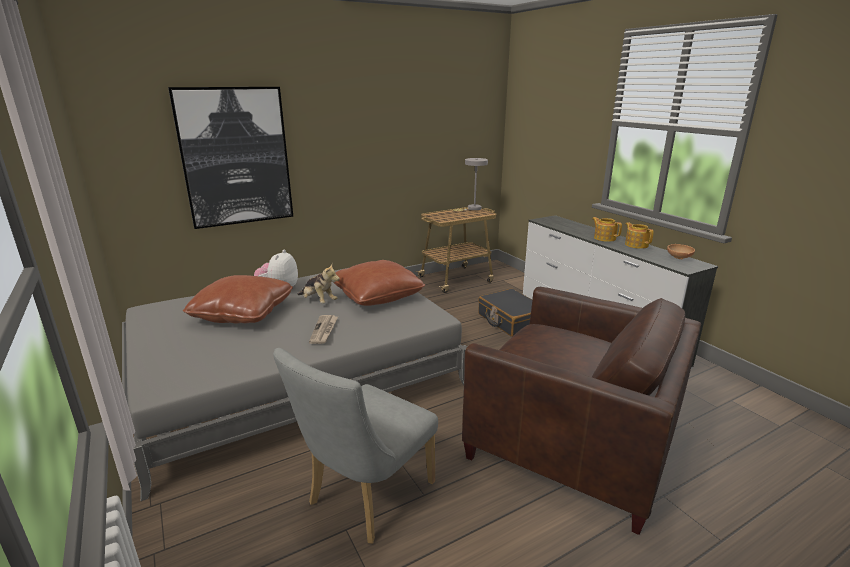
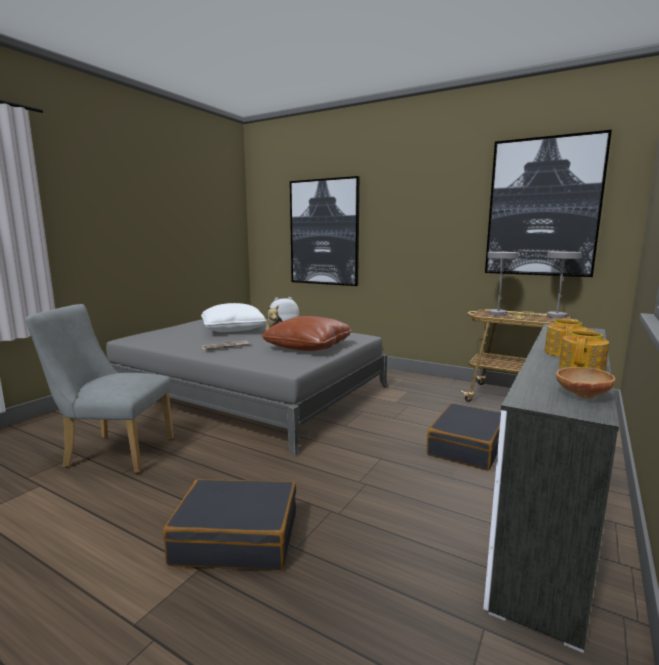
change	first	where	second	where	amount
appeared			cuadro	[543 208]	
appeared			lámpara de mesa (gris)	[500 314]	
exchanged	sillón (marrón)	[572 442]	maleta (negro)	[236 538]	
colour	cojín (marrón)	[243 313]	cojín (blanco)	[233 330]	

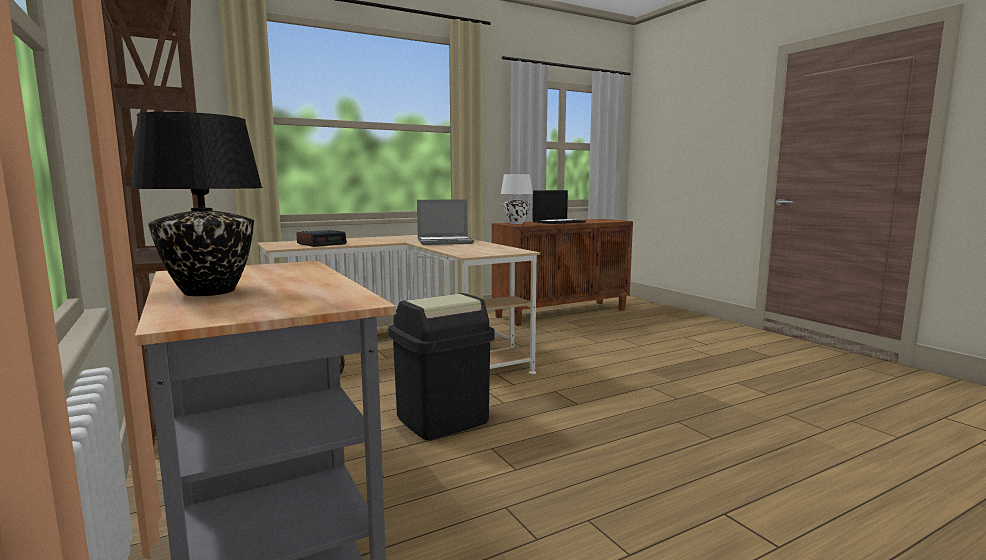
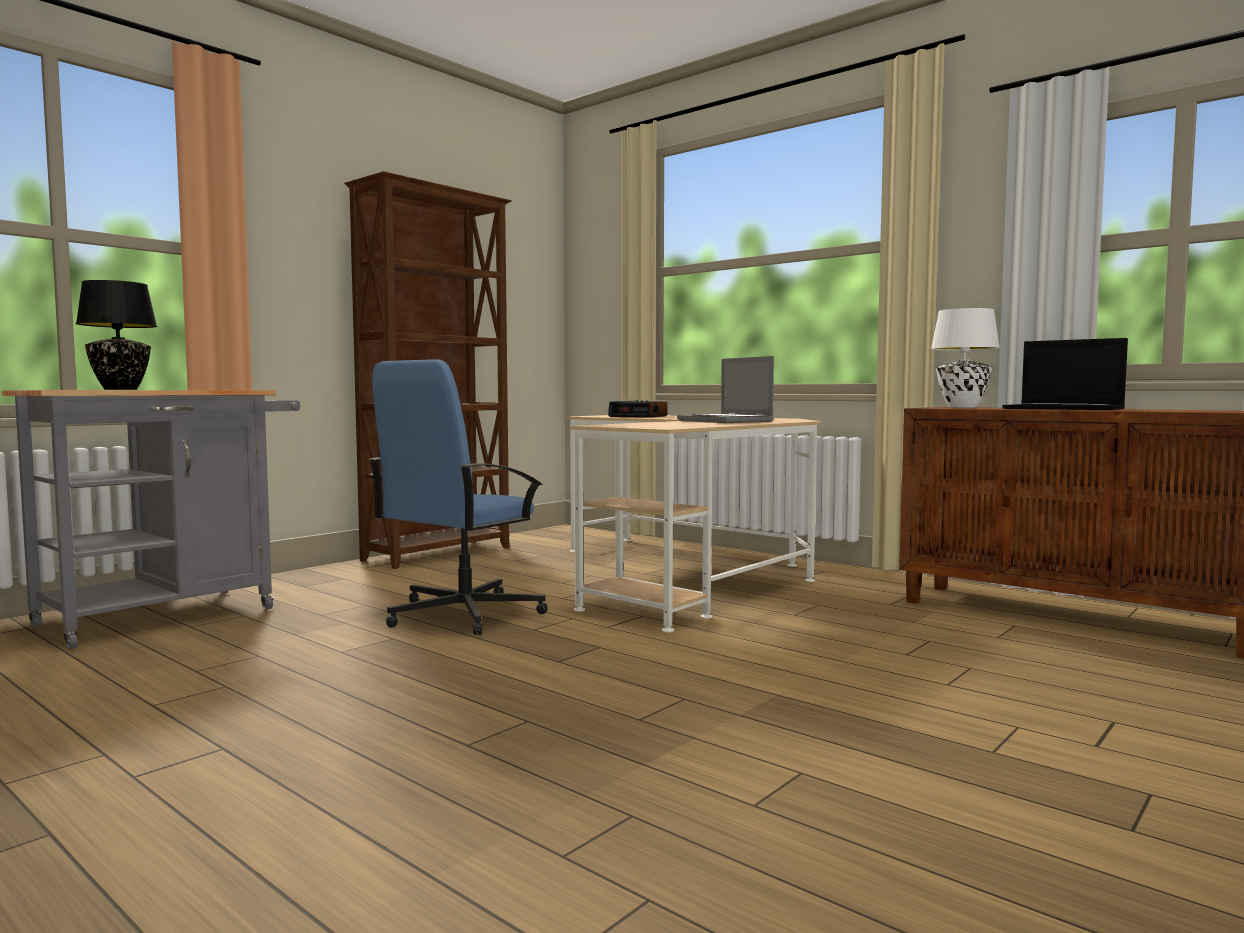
change	first	where	second	where	amount
exchanged	papelera (negro)	[442 420]	silla de oficina (azul)	[462 614]	

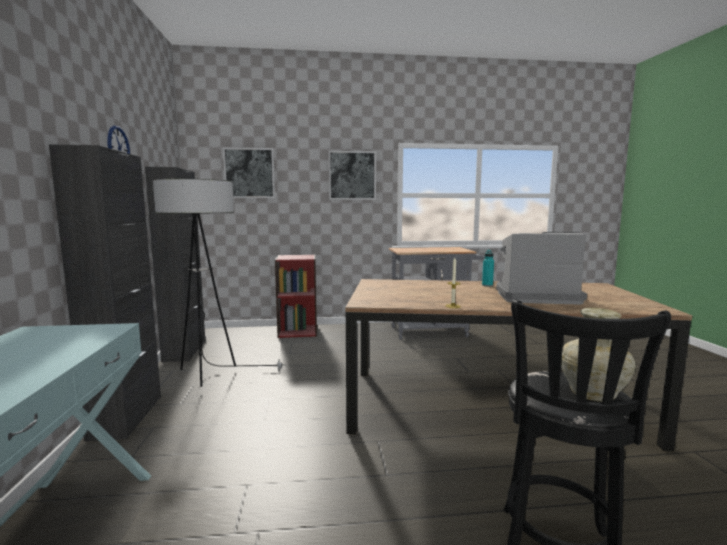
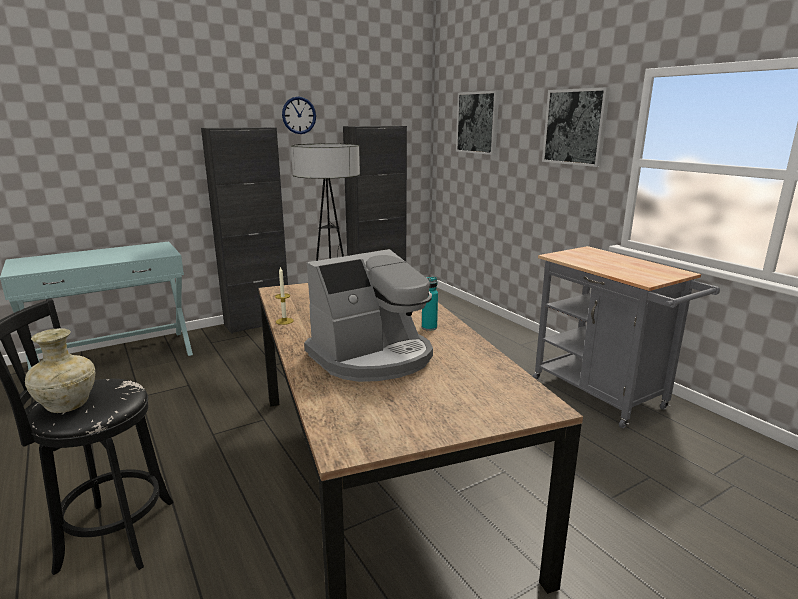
change	first	where	second	where	amount
missing	estantería (rojo)	[298 331]			
spun	cafetera	[535 297]		[372 357]	75 degrees clockwise

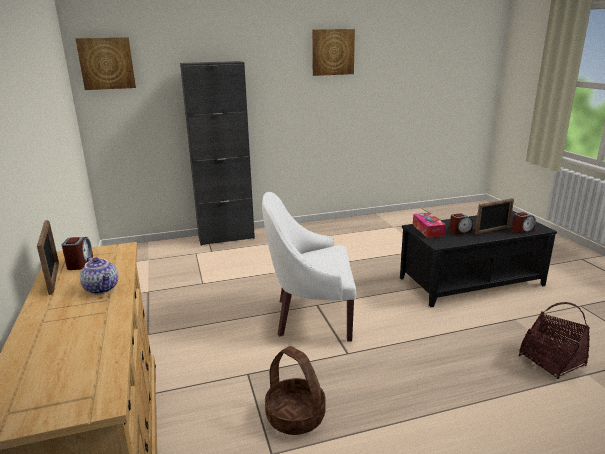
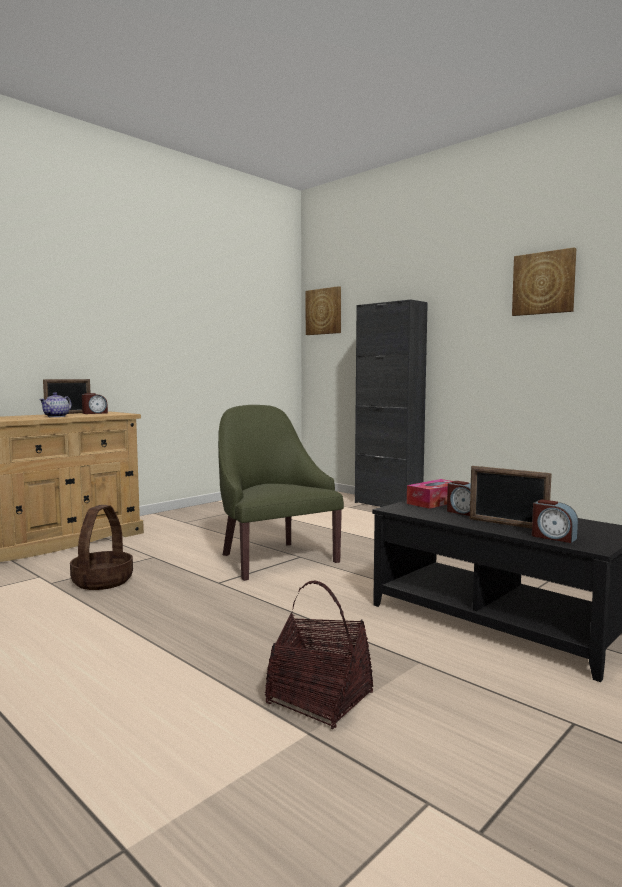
change	first	where	second	where	amount
colour	sillón (blanco)	[311 316]	sillón (verde)	[273 559]	

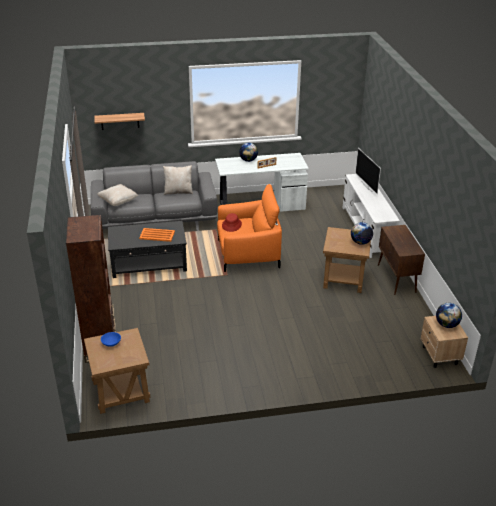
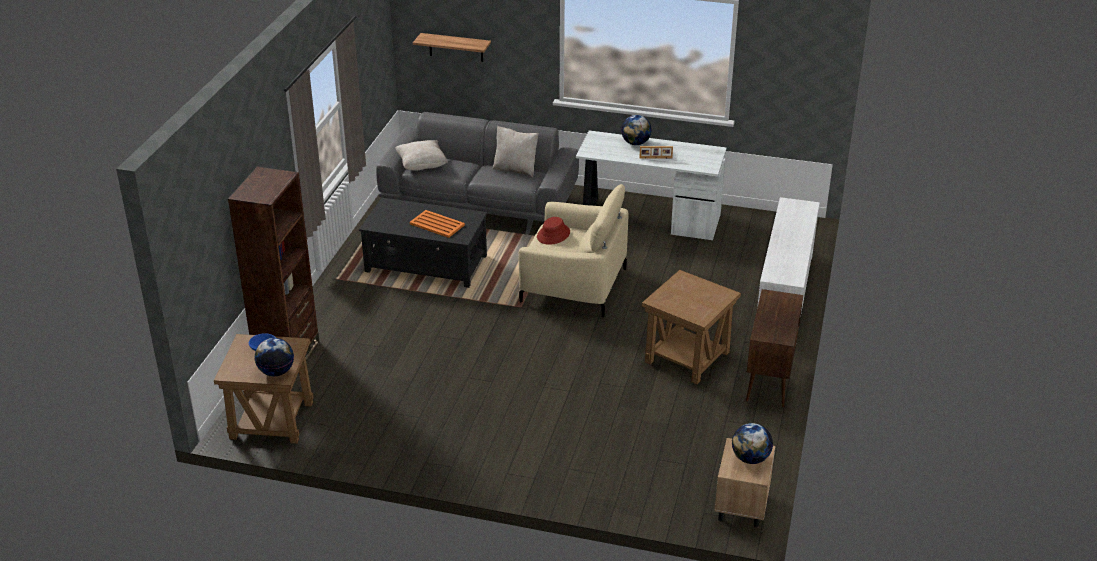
change	first	where	second	where	amount
missing	televisor	[367 186]			
relocated	globo terráqueo	[360 242]		[276 372]	
colour	sillón (naranja)	[248 254]	sillón (beis)	[573 285]	

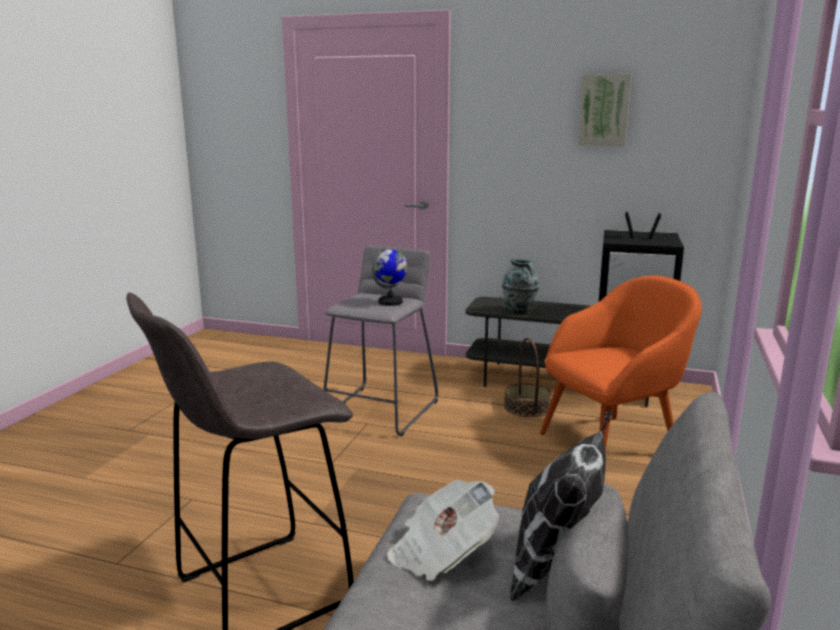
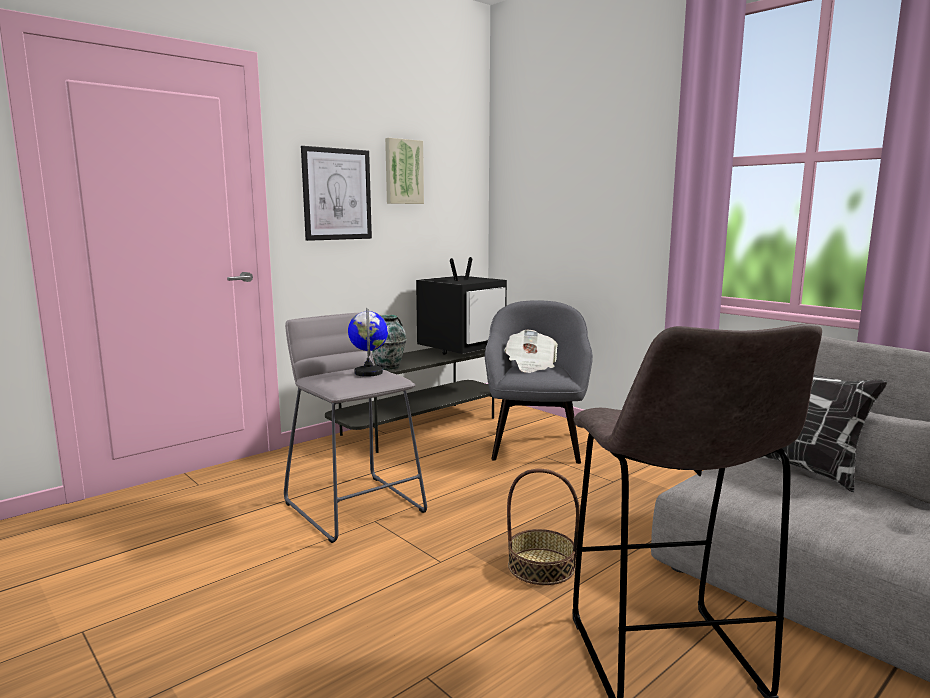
change	first	where	second	where	amount
appeared			cuadro	[337 194]	
relocated	periódico	[441 552]		[531 366]	
relocated	cesta	[527 407]		[541 566]	
colour	sillón (naranja)	[610 444]	sillón (gris)	[535 445]	

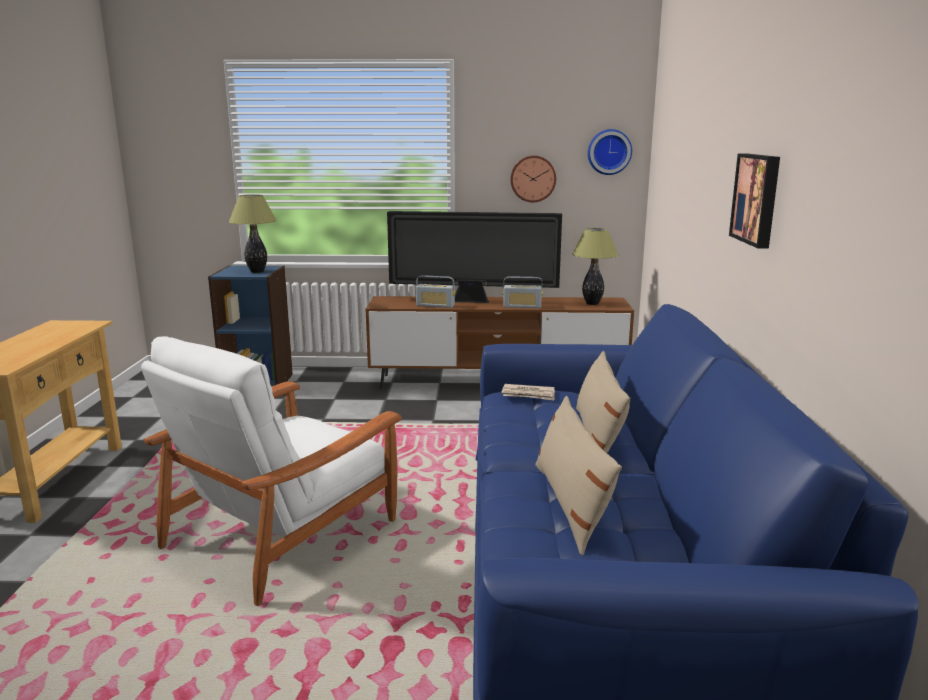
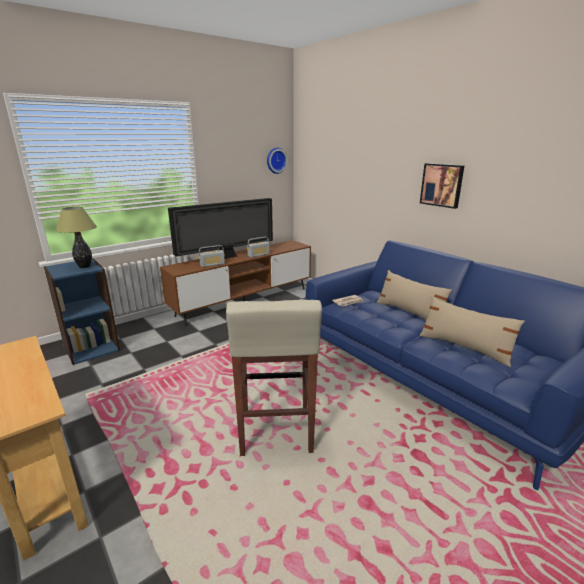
change	first	where	second	where	amount
missing	reloj de pared	[533 178]			
missing	lámpara de mesa	[592 303]			
exchanged	sillón (blanco)	[283 532]	taburete (beis)	[275 431]	

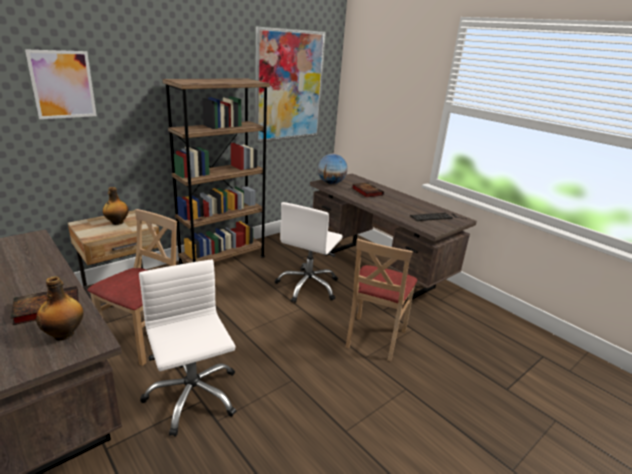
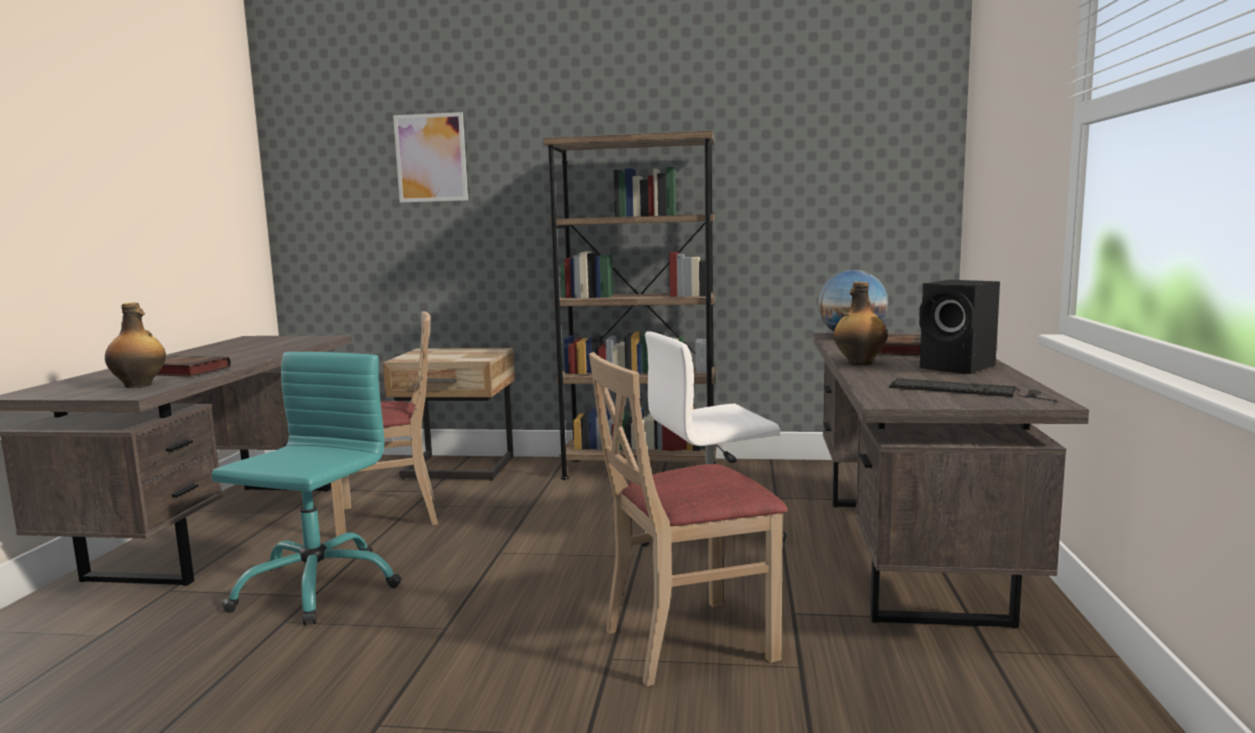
change	first	where	second	where	amount
missing	cuadro	[289 86]			
appeared			altavoz (negro)	[959 368]	
relocated	botella	[117 222]		[859 363]	
colour	silla de oficina (blanco)	[192 396]	silla de oficina (turquesa)	[316 587]	

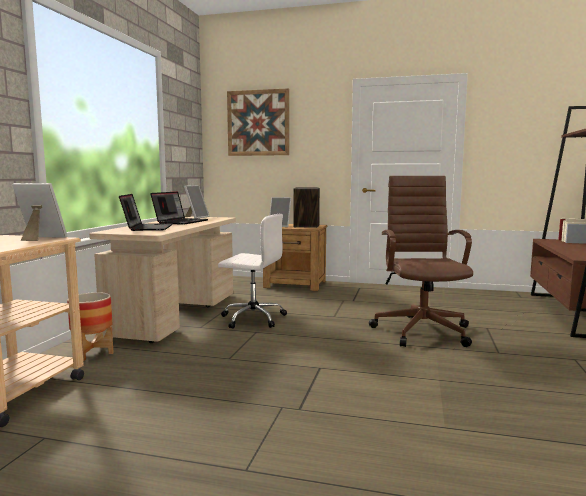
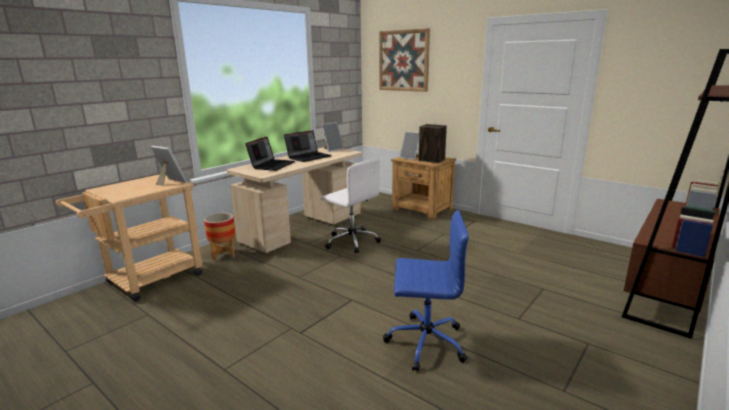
change	first	where	second	where	amount
missing	silla de oficina (marrón)	[421 330]			
appeared			silla de oficina (azul)	[424 342]	

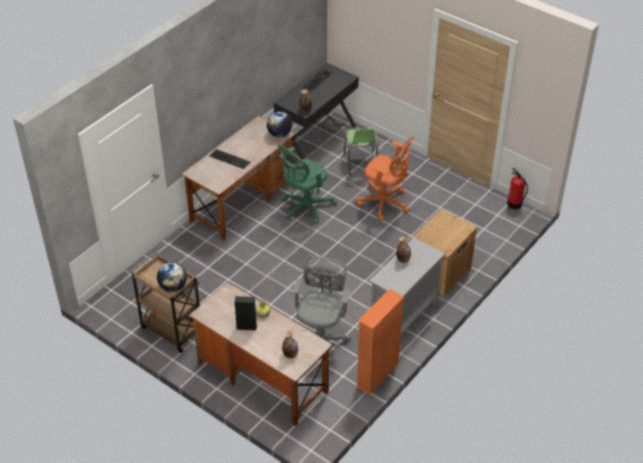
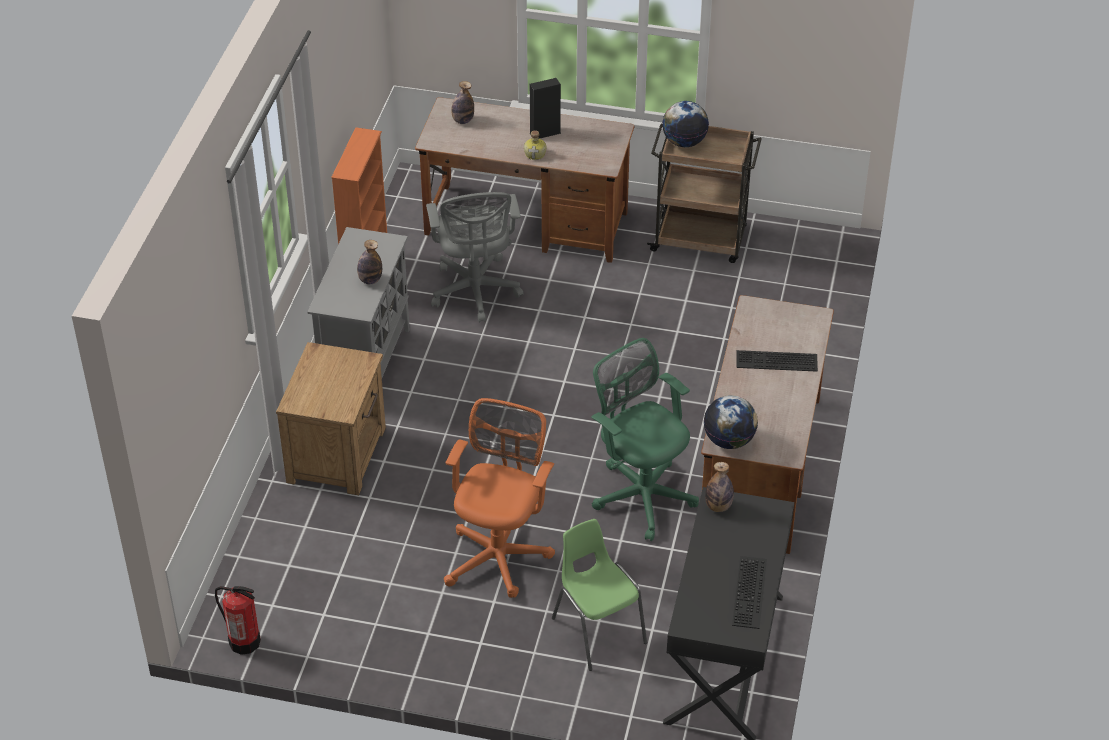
change	first	where	second	where	amount
spun	silla de oficina (verde)	[305 208]		[641 493]	60 degrees counterclockwise
spun	silla de oficina (naranja)	[385 203]		[499 554]	105 degrees clockwise

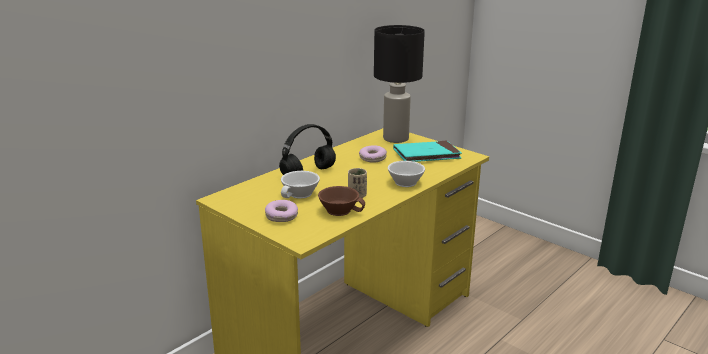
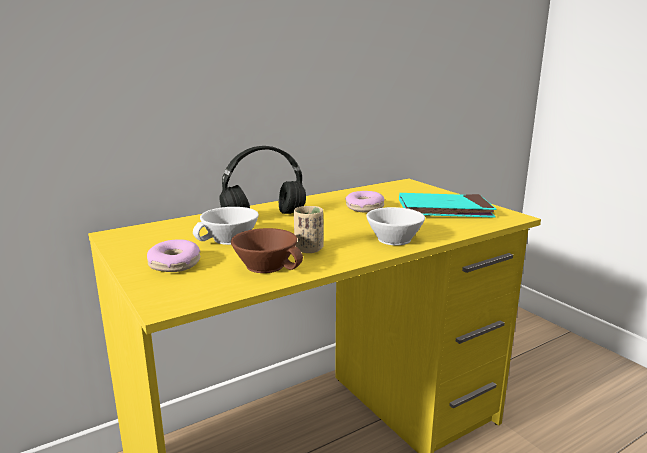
change	first	where	second	where	amount
missing	lámpara de mesa (negro)	[395 138]			

